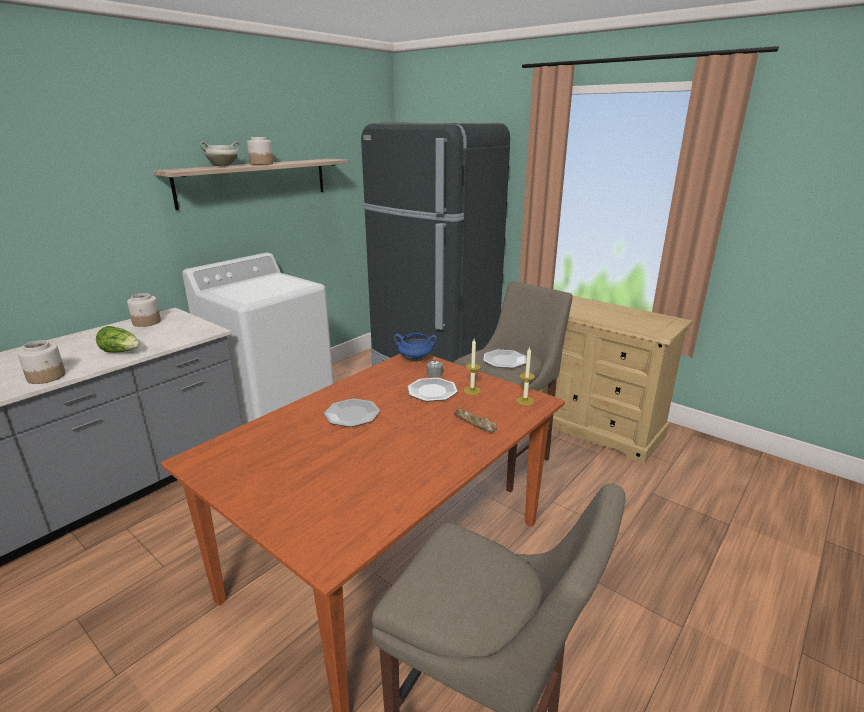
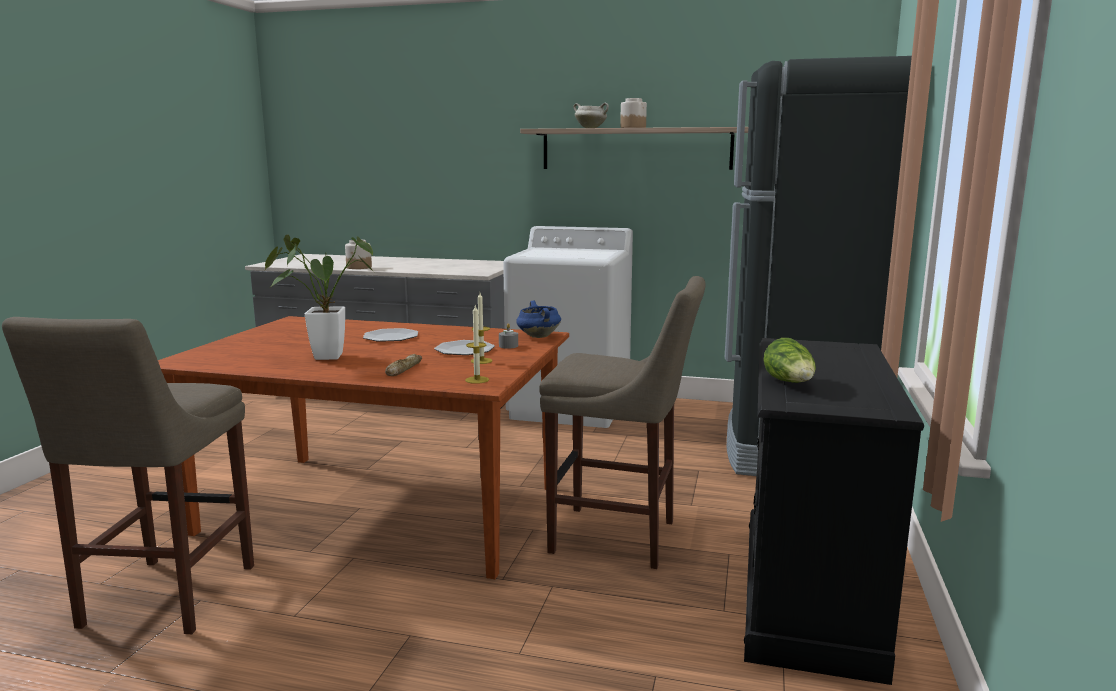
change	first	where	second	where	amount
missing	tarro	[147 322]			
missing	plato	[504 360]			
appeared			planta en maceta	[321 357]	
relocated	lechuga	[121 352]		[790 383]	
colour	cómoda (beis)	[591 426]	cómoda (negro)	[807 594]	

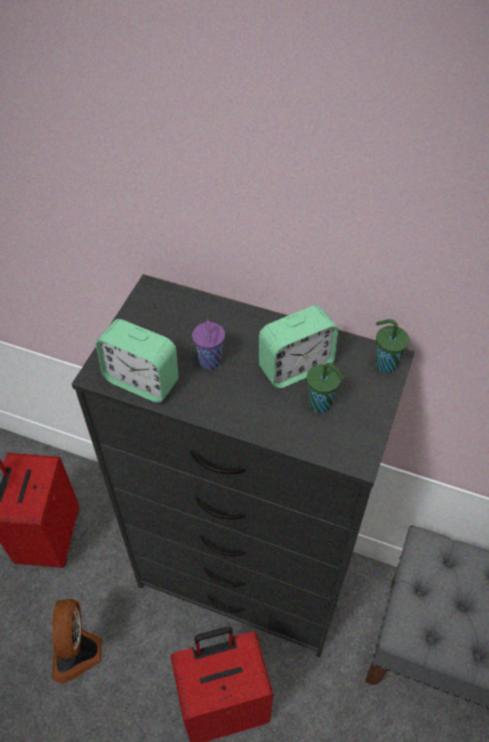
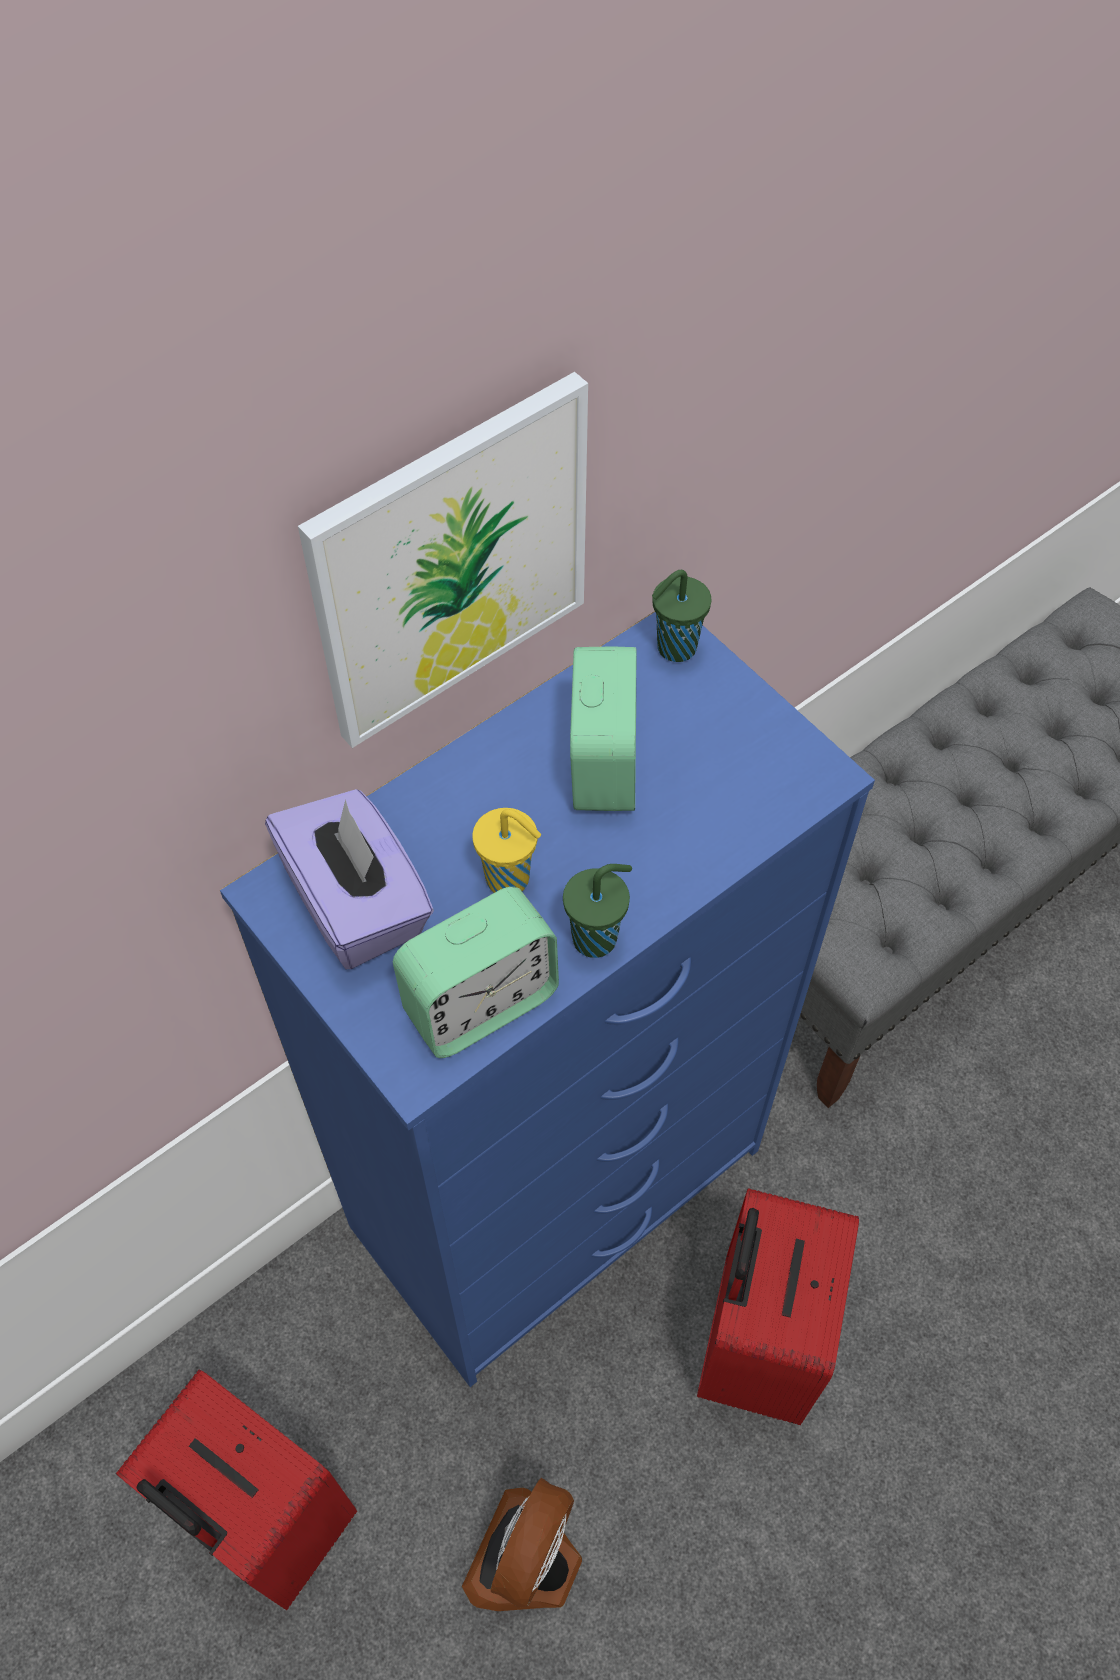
change	first	where	second	where	amount
appeared			caja de pañuelos (morado)	[358 903]	
appeared			cuadro	[451 563]	
relocated	taza (verde)	[321 404]		[597 937]	
colour	cómoda (negro)	[247 575]	cómoda (azul)	[560 1186]	
colour	taza (morado)	[210 362]	taza (amarillo)	[510 880]	
spun	ventilador	[78 652]		[528 1560]	90 degrees clockwise

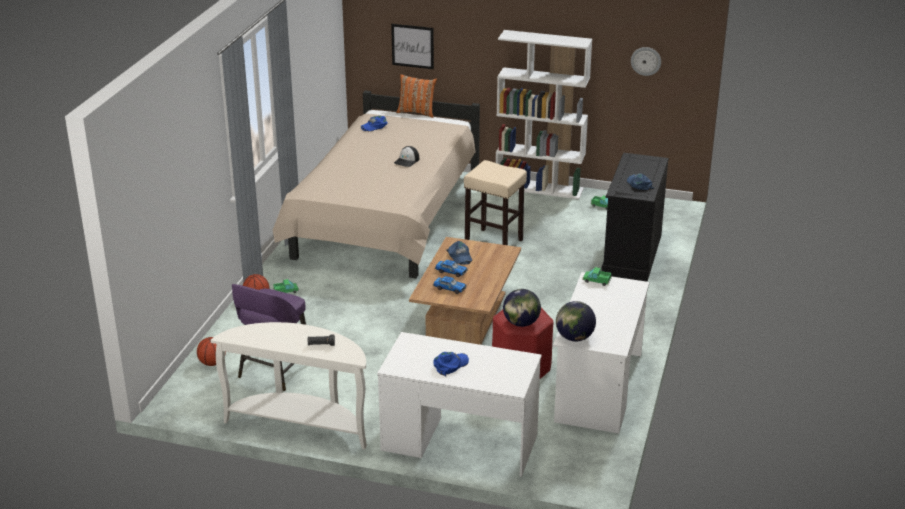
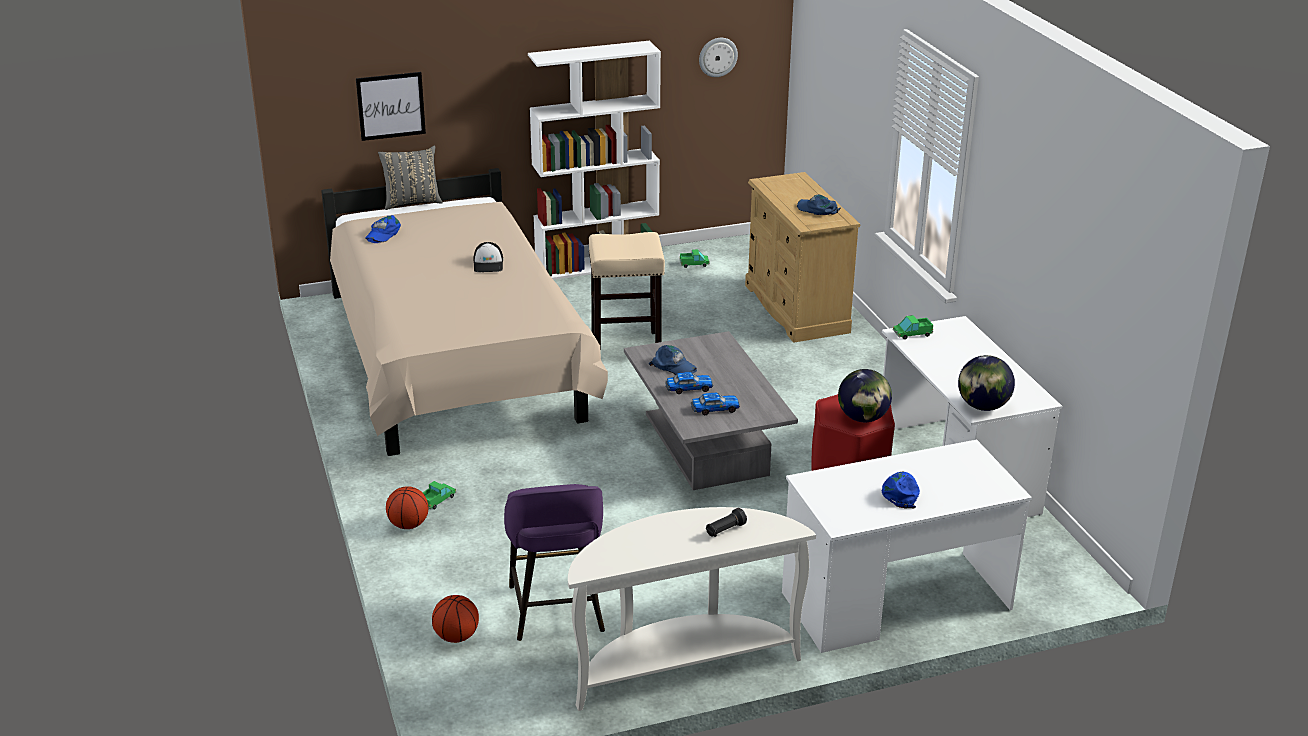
change	first	where	second	where	amount
colour	cojín (naranja)	[417 112]	cojín (gris)	[412 202]	
colour	mesa de centro (marrón)	[466 315]	mesa de centro (gris)	[705 444]	
colour	cómoda (negro)	[631 254]	cómoda (beis)	[796 308]	

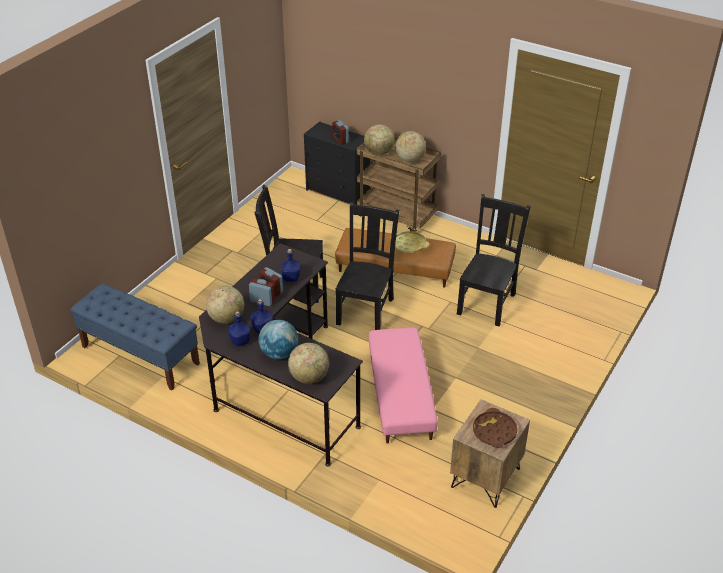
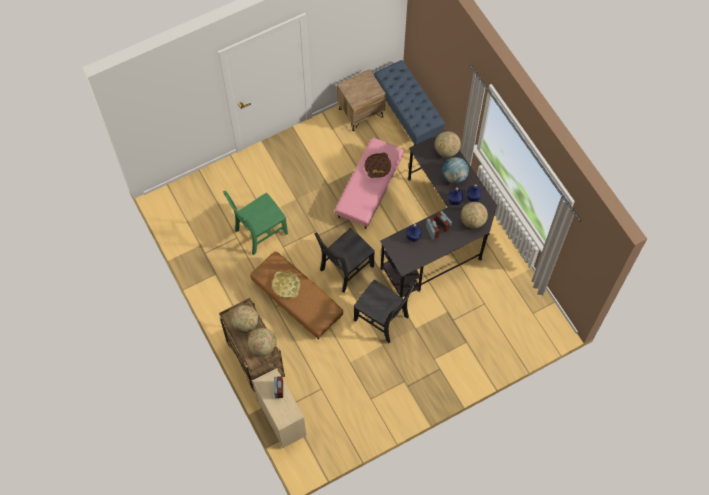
change	first	where	second	where	amount
relocated	banco (azul)	[140 355]		[407 117]	
relocated	bandeja (marrón)	[494 431]		[377 167]	
colour	cómoda (negro)	[338 192]	cómoda (beis)	[281 417]	
colour	silla (negro)	[487 302]	silla (verde)	[259 232]	

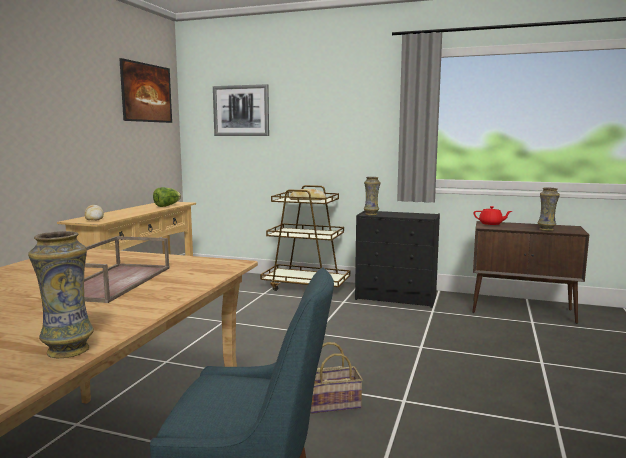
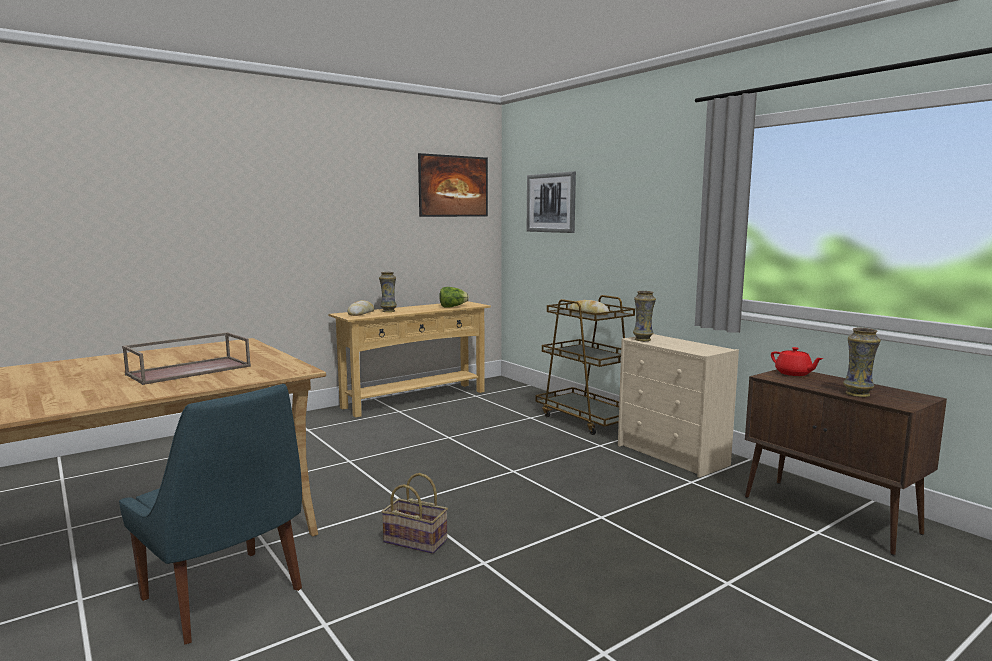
change	first	where	second	where	amount
relocated	florero	[67 350]		[388 311]	
colour	cómoda (negro)	[397 298]	cómoda (beis)	[673 455]	

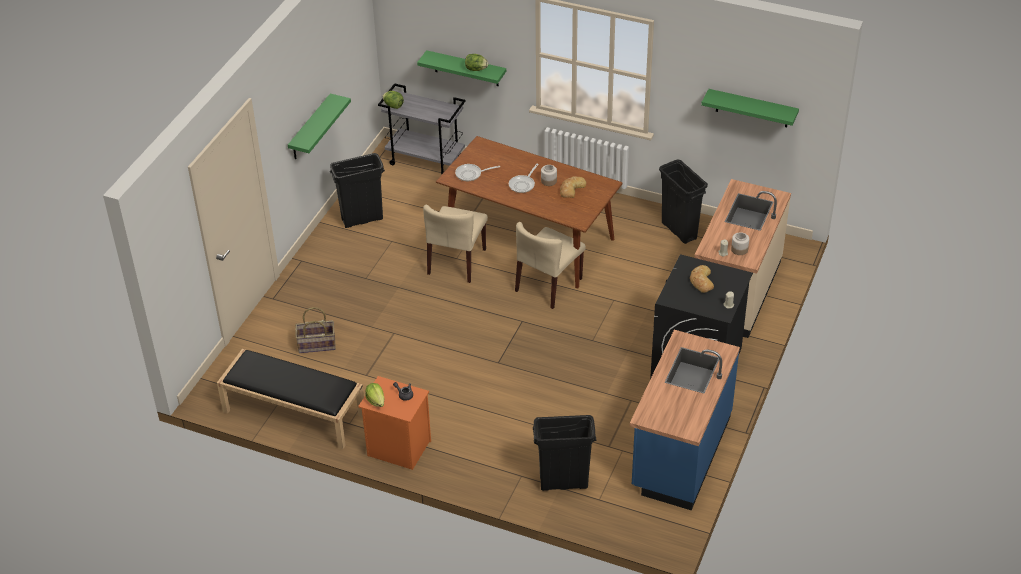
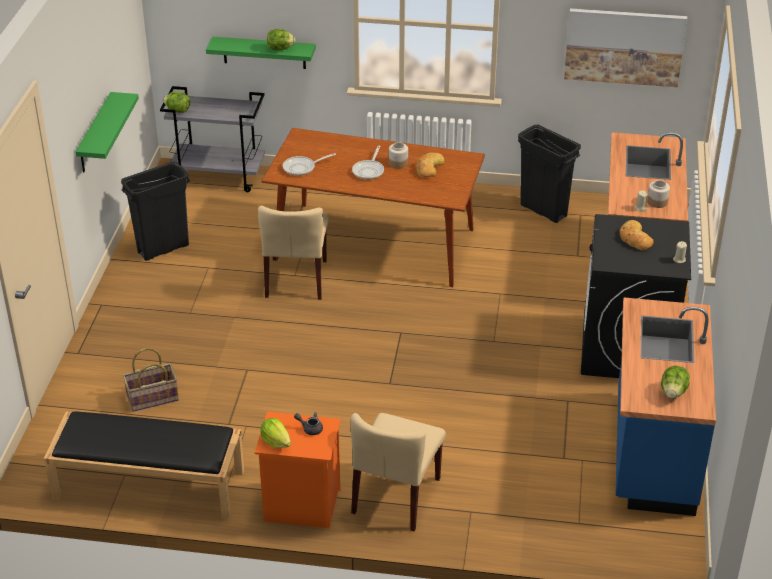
change	first	where	second	where	amount
missing	papelera (negro)	[563 483]			
appeared			lechuga	[673 392]	
relocated	silla (beis)	[548 285]		[396 496]	
exchanged	estante (verde)	[752 108]	cuadro	[624 46]	

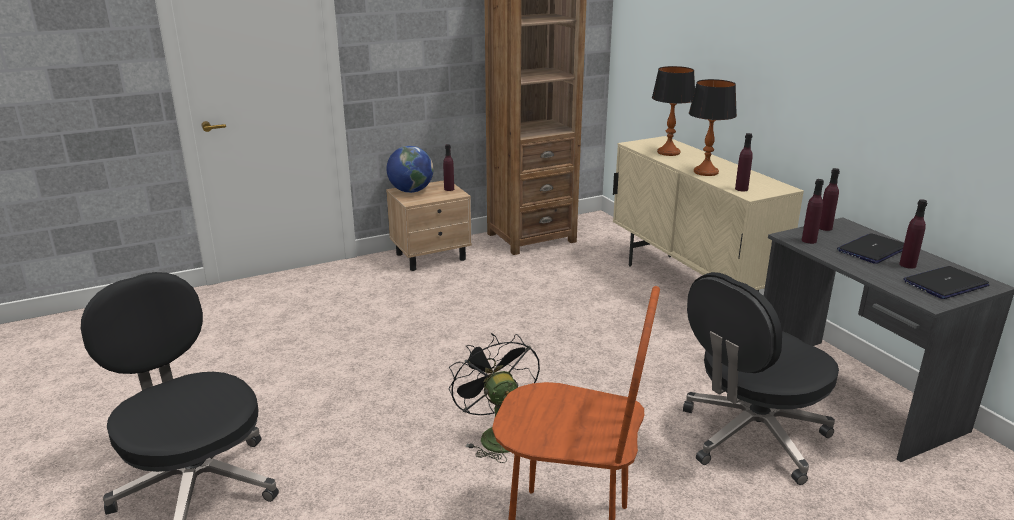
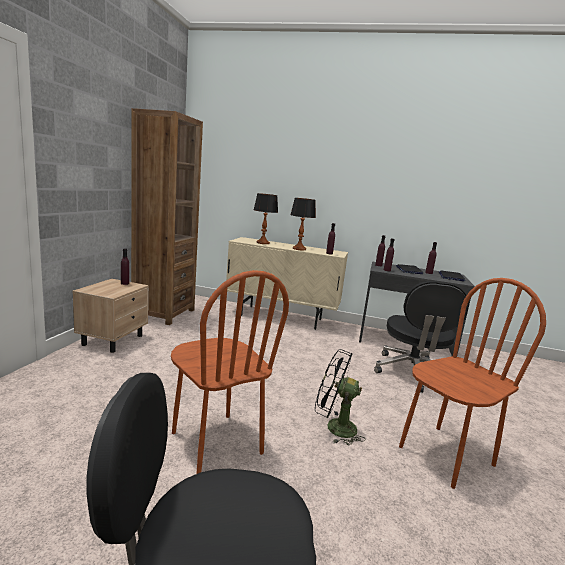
change	first	where	second	where	amount
missing	globo terráqueo	[411 191]			
appeared			silla (marrón)	[215 443]	

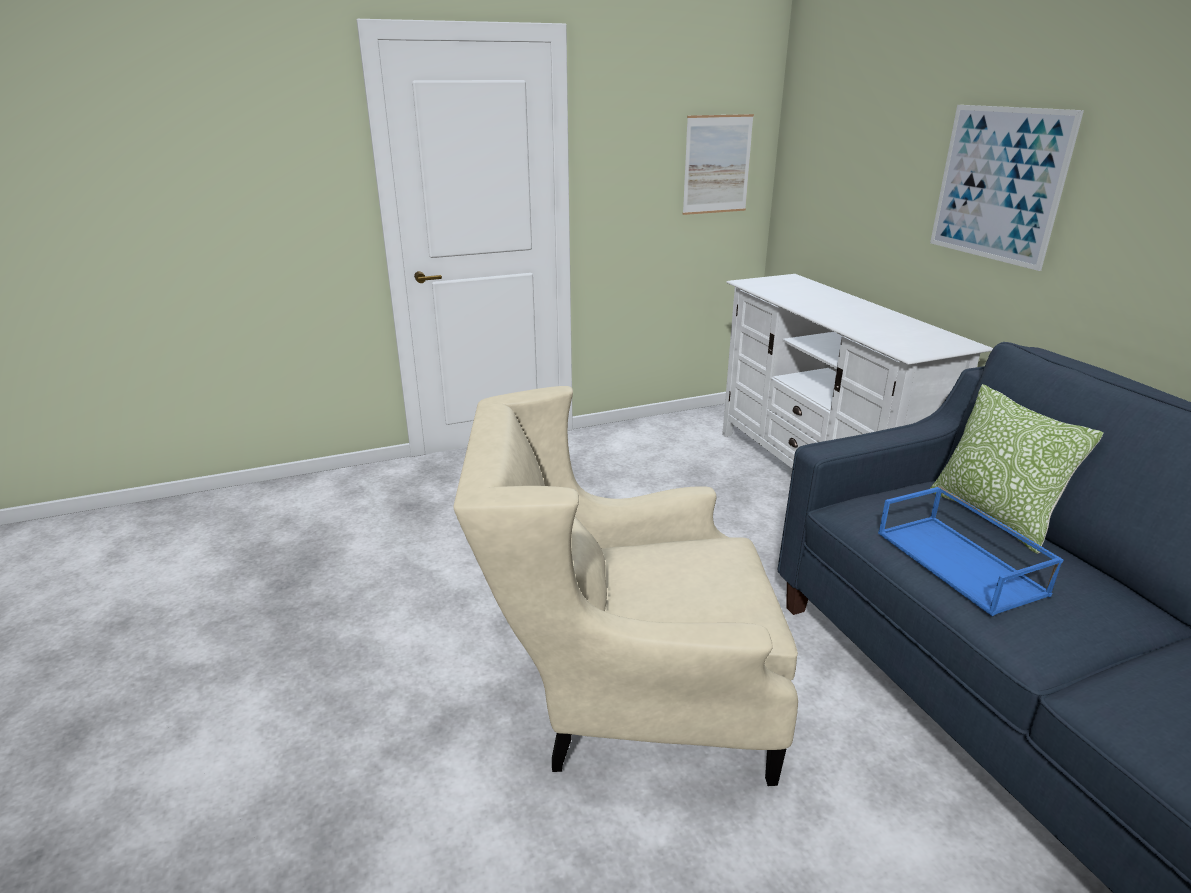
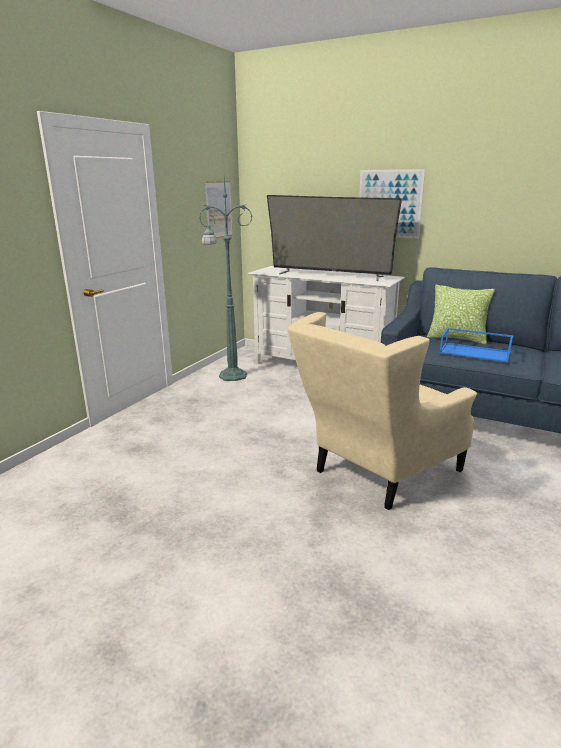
change	first	where	second	where	amount
appeared			lámpara de pie (verde)	[231 376]	
appeared			televisor	[330 275]	

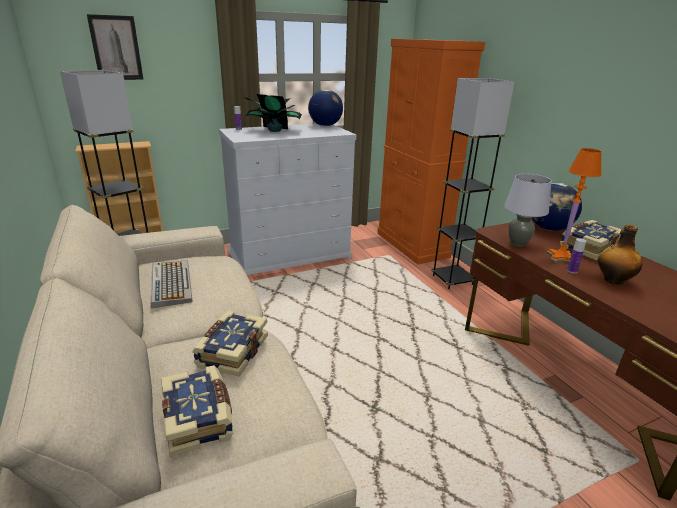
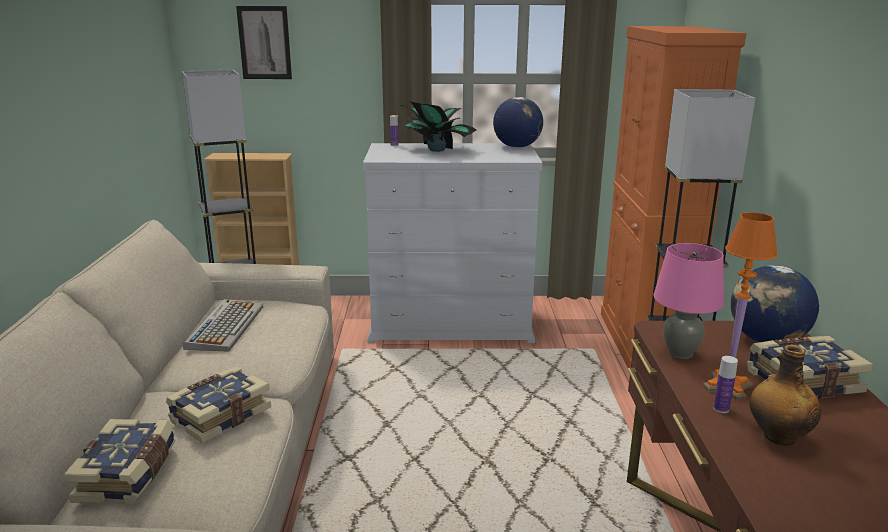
change	first	where	second	where	amount
colour	lámpara de mesa (gris)	[518 243]	lámpara de mesa (rosa)	[680 353]	

